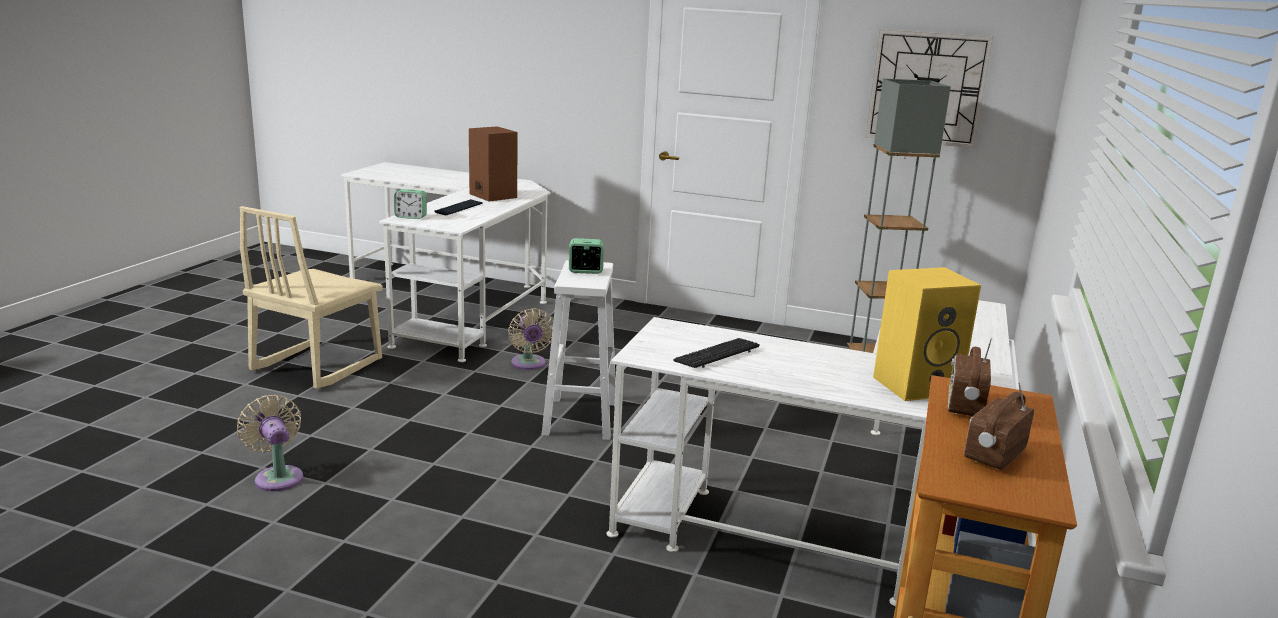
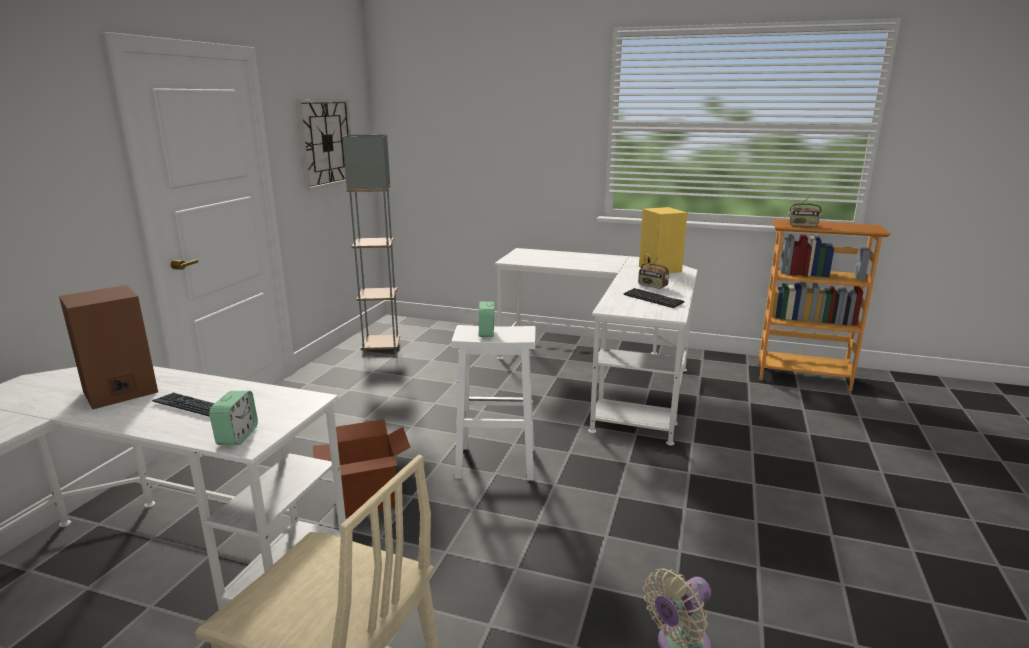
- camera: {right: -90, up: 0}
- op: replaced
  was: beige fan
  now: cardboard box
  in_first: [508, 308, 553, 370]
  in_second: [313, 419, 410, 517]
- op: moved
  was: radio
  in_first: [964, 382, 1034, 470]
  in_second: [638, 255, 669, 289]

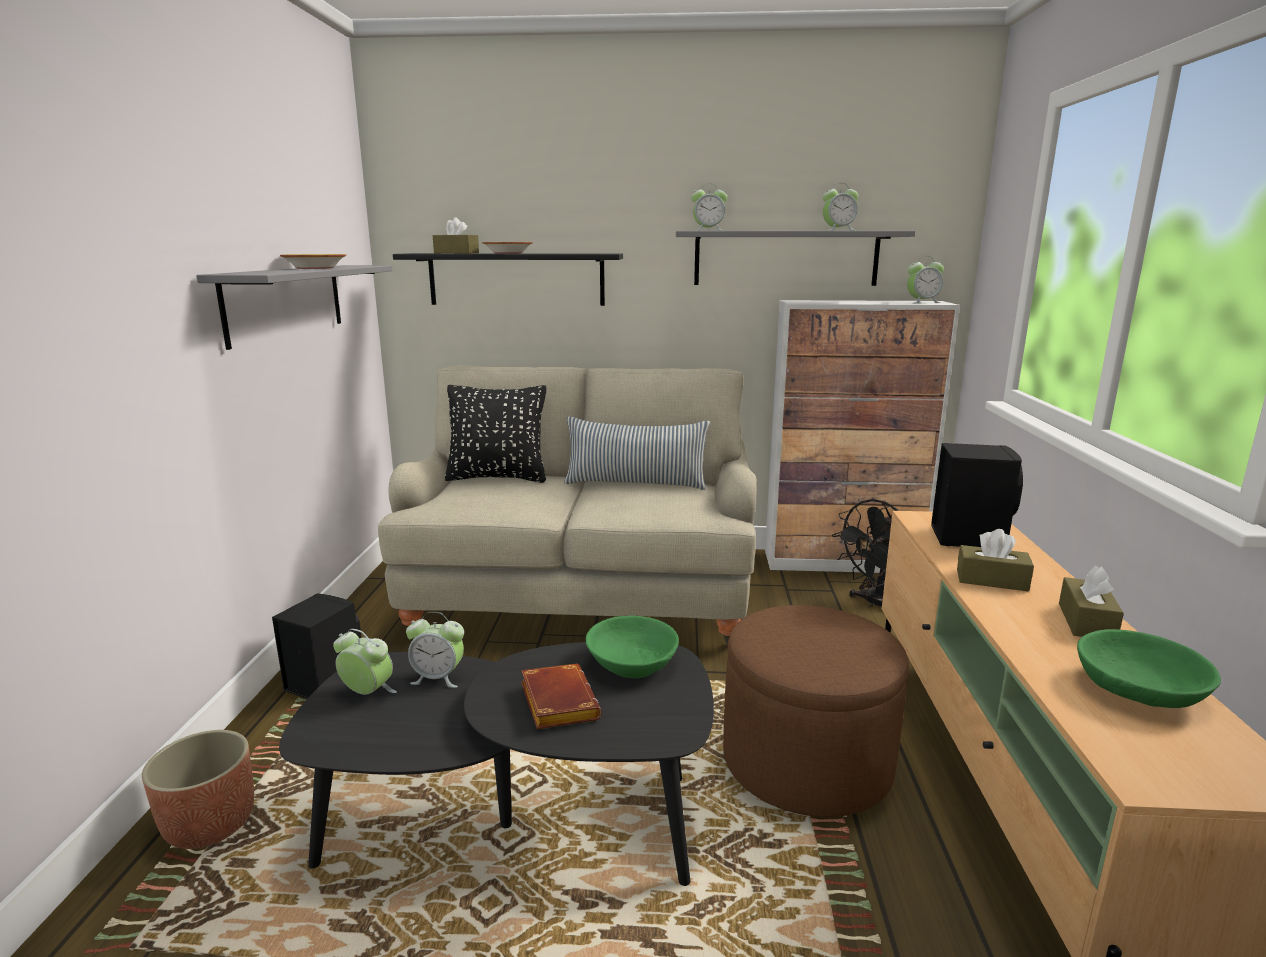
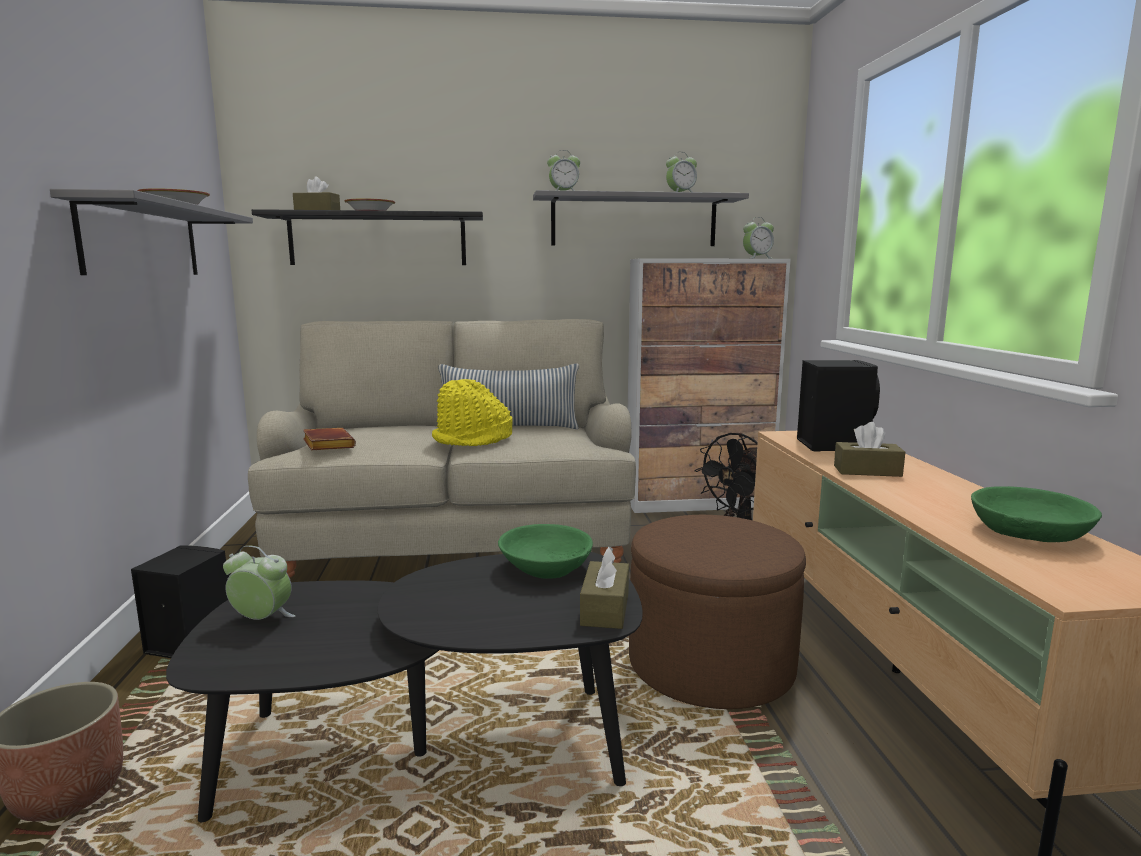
- camera: {right: -10, up: -5}
- op: removed
  was: alarm clock
  in_first: [406, 612, 464, 688]
- op: removed
  was: black pillow
  in_first: [445, 385, 546, 483]
- op: moved
  was: brown book
  in_first: [521, 664, 602, 729]
  in_second: [303, 428, 356, 450]
- op: moved
  was: brown tissue box
  in_first: [1059, 566, 1124, 637]
  in_second: [580, 547, 629, 629]
- op: added
  now: yellow hat
  in_second: [432, 379, 513, 446]

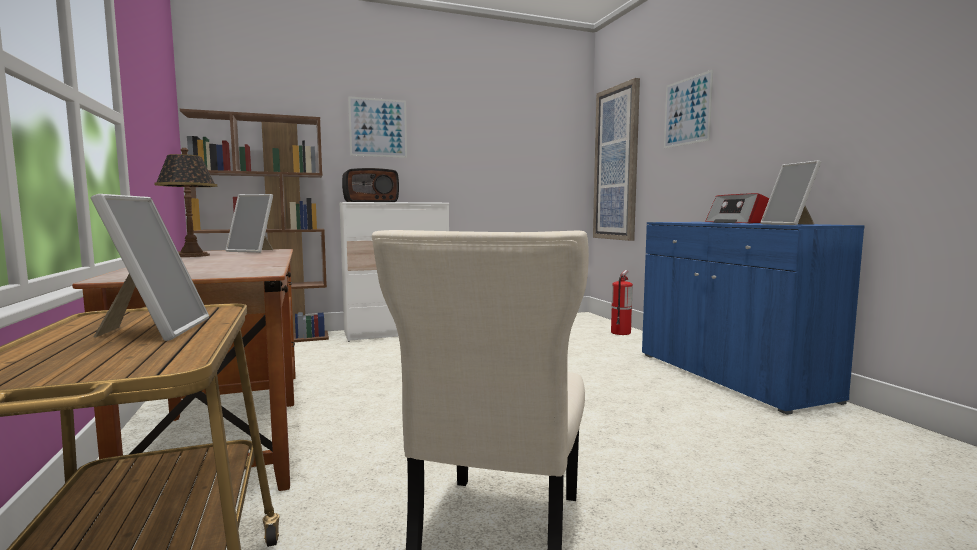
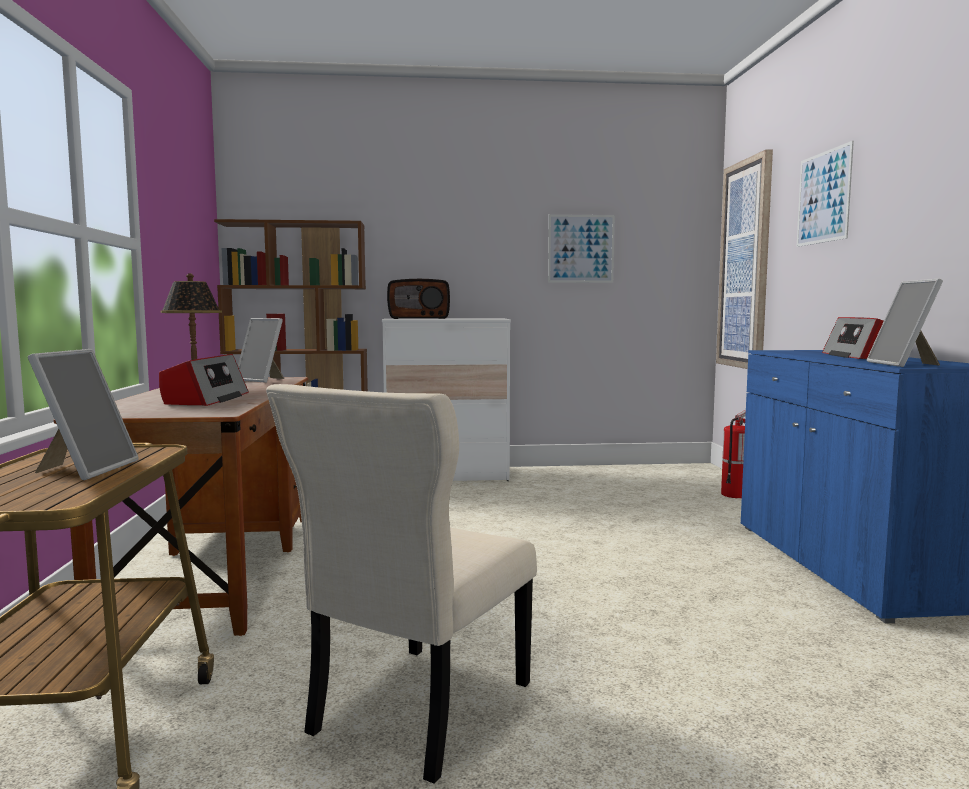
- camera: {right: 15, up: 0}
- op: moved
  was: picture
  in_first: [348, 96, 407, 158]
  in_second: [548, 214, 615, 283]
- op: added
  now: radio
  in_second: [159, 354, 249, 406]

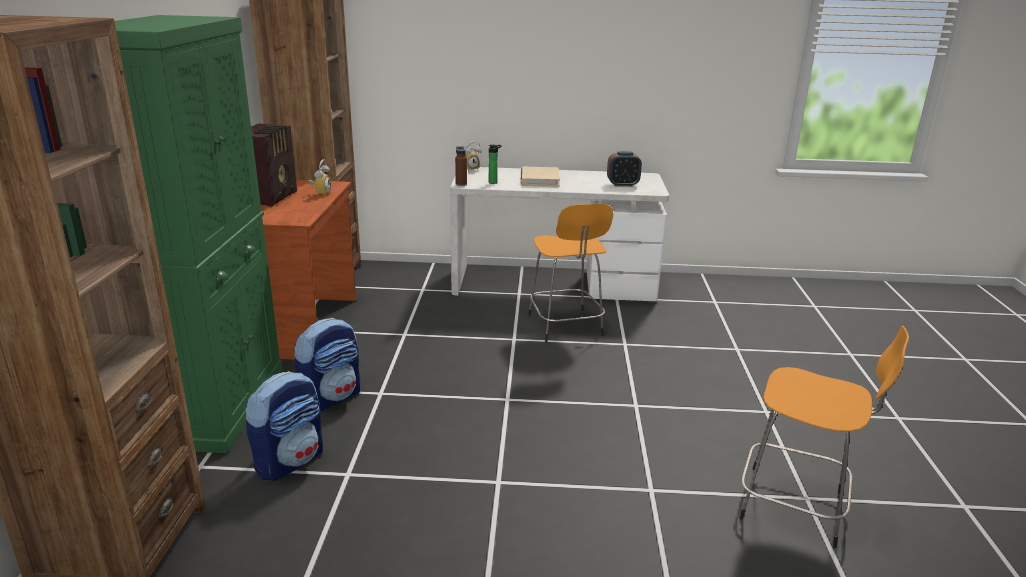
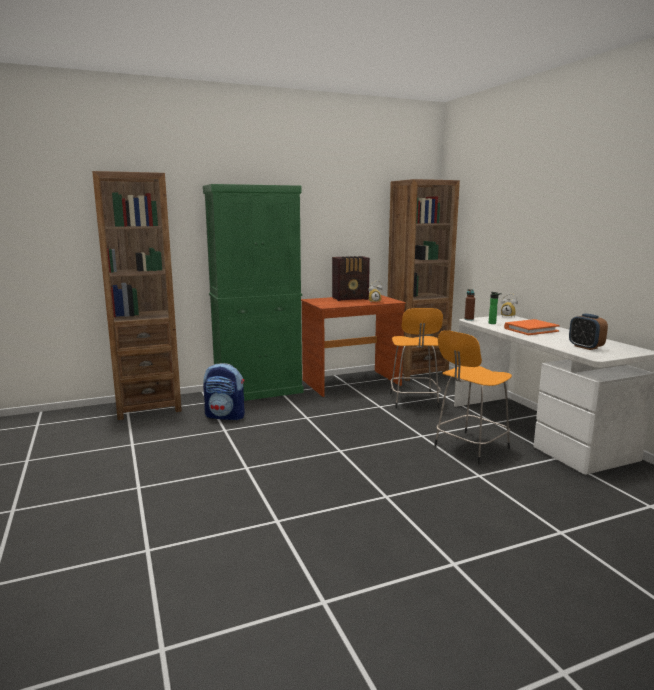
- camera: {right: 65, up: -10}
- op: removed
  was: backpack
  in_first: [294, 318, 360, 411]
- op: recoloured
  was: beige book
  now: orange book
  in_first: [520, 167, 560, 187]
  in_second: [504, 319, 560, 335]
- op: moved
  was: orange stool
  in_first: [739, 326, 909, 548]
  in_second: [390, 308, 443, 408]

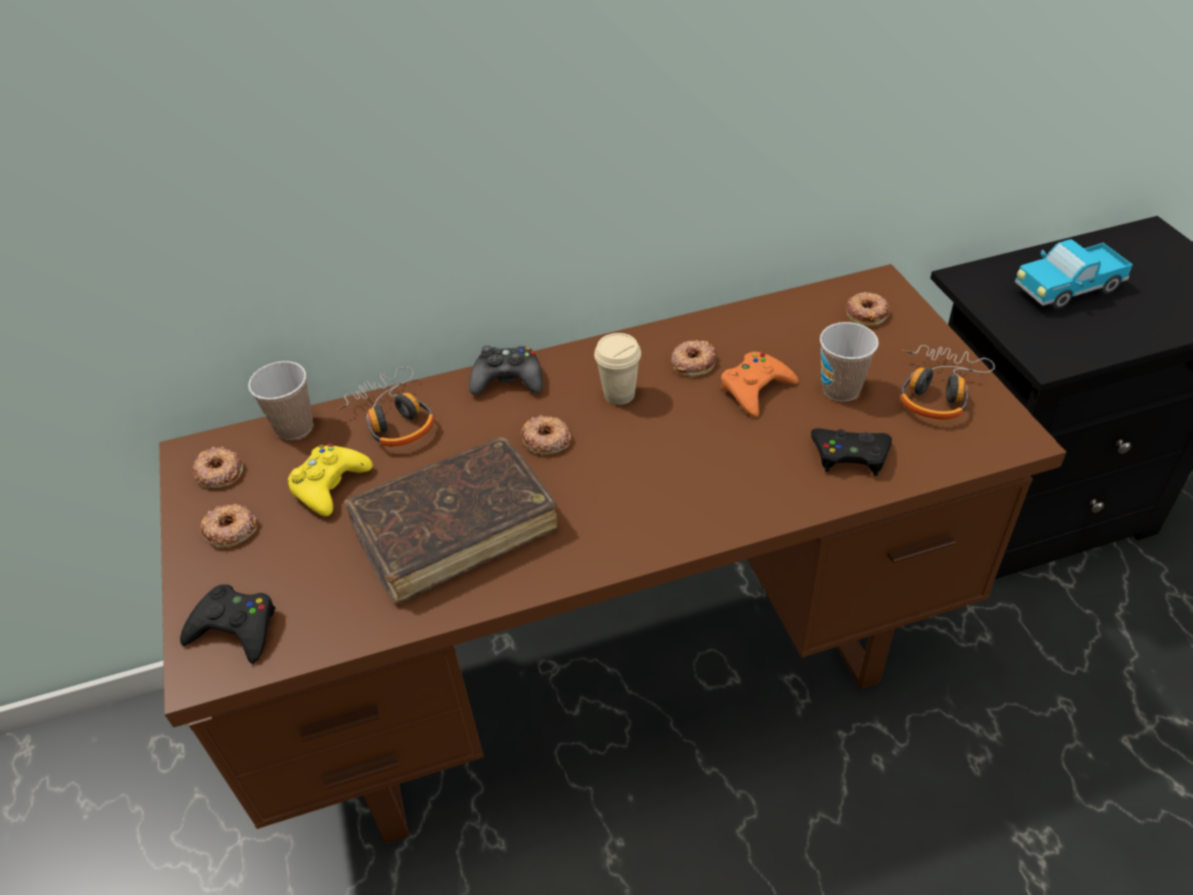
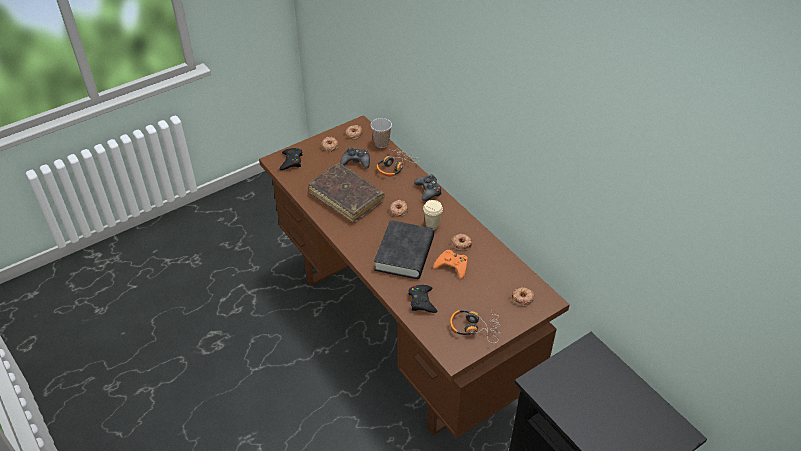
- camera: {right: 70, up: 0}
- op: recoloured
  was: yellow game controller
  now: black game controller
  in_first: [288, 444, 373, 516]
  in_second: [340, 147, 370, 169]
- op: removed
  was: cup
  in_first: [820, 322, 879, 402]
- op: removed
  was: toy truck
  in_first: [1015, 239, 1133, 309]
- op: added
  now: black book
  in_second: [374, 220, 434, 279]

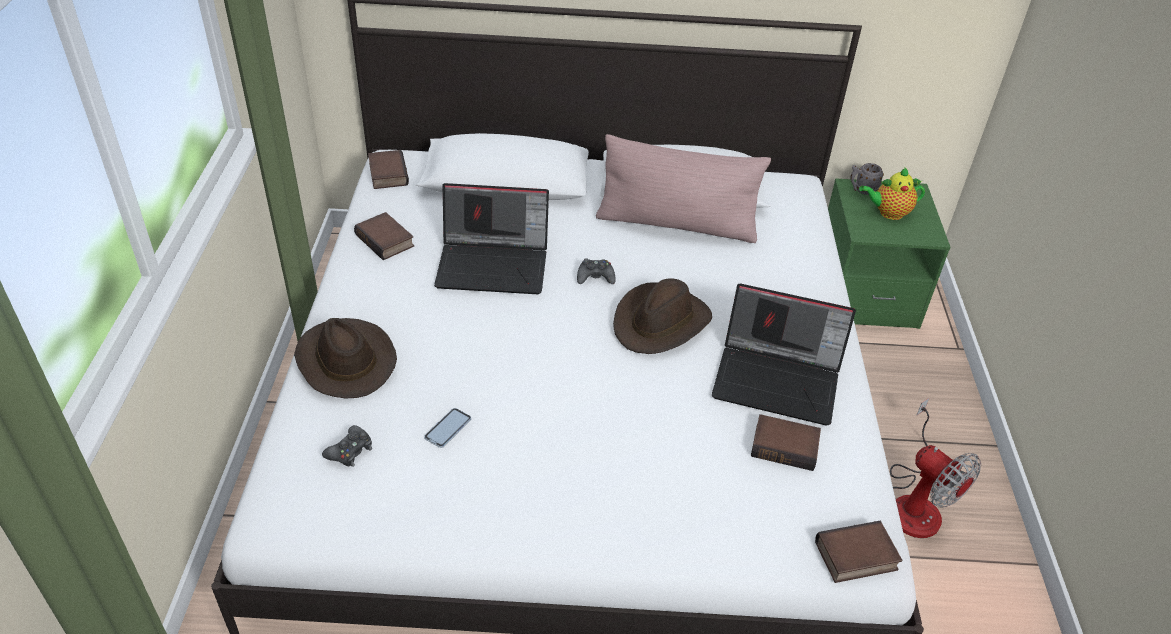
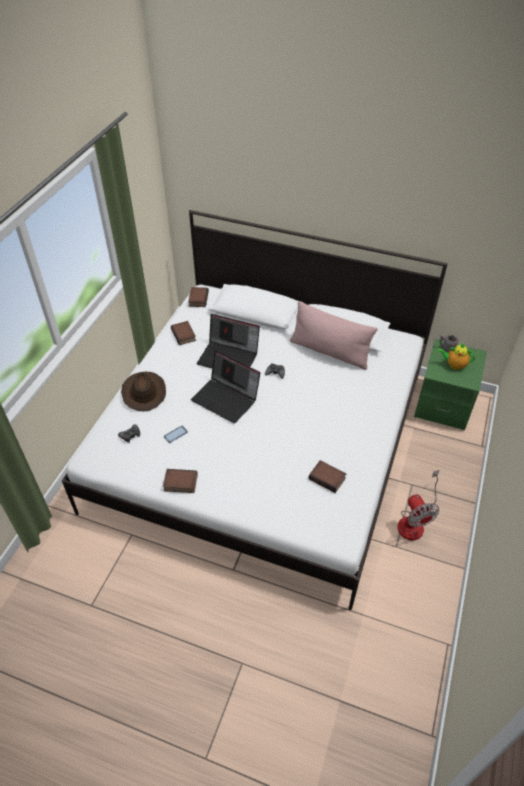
- camera: {right: 20, up: 5}
- op: removed
  was: brown hat
  in_first: [613, 278, 712, 354]
- op: moved
  was: laptop
  in_first: [712, 284, 856, 426]
  in_second: [191, 351, 260, 423]
- op: moved
  was: book
  in_first: [815, 521, 902, 583]
  in_second: [163, 469, 198, 493]

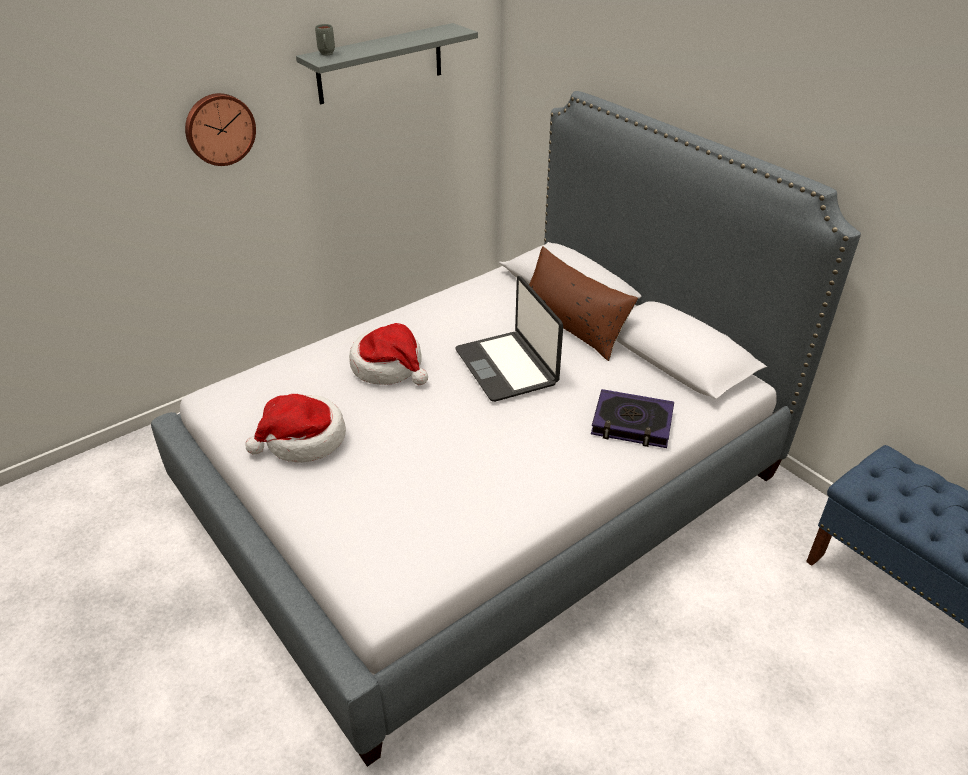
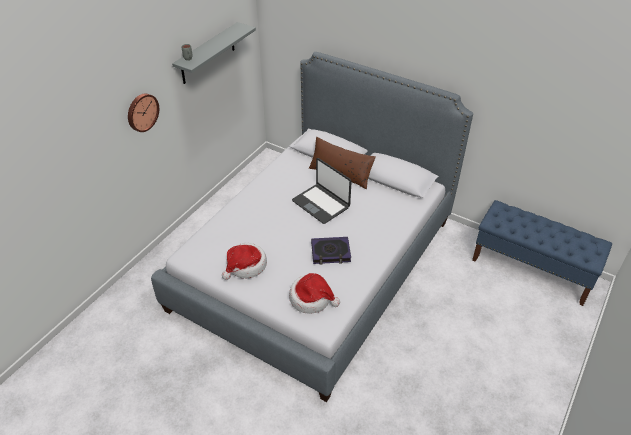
- camera: {right: -20, up: 5}
- op: moved
  was: hat
  in_first: [349, 323, 428, 385]
  in_second: [289, 273, 340, 314]
- op: moved
  was: book
  in_first: [591, 389, 674, 448]
  in_second: [311, 237, 351, 265]

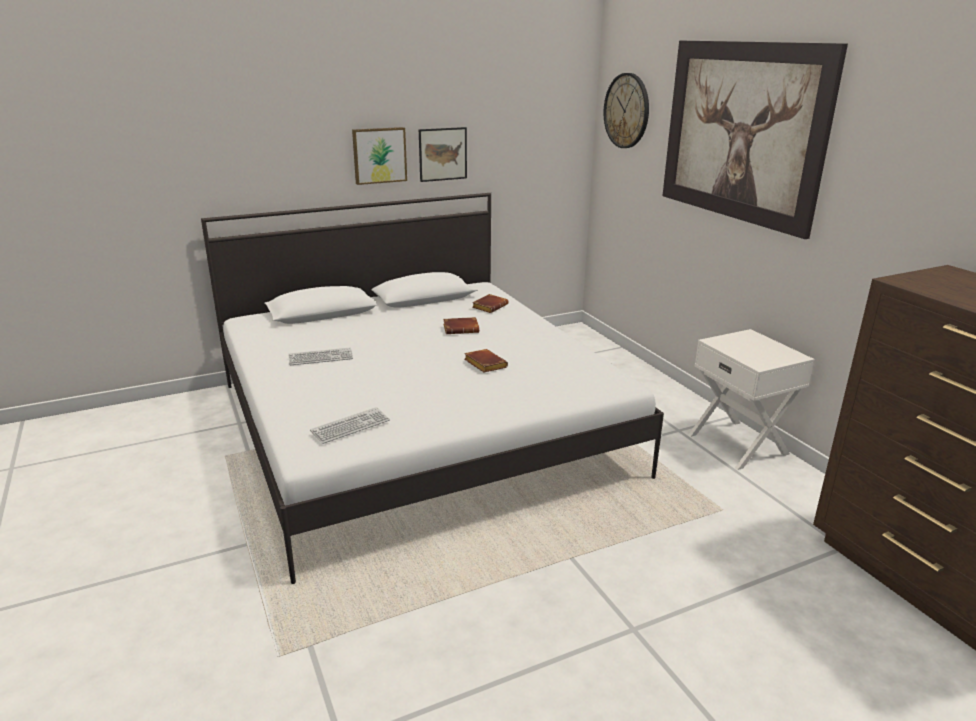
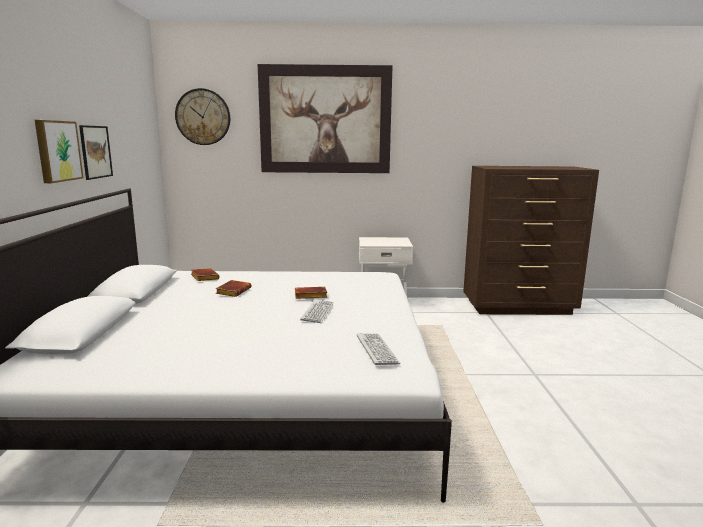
- camera: {right: -65, up: -10}
- op: moved
  was: keyboard
  in_first: [289, 347, 353, 365]
  in_second: [300, 299, 334, 323]

